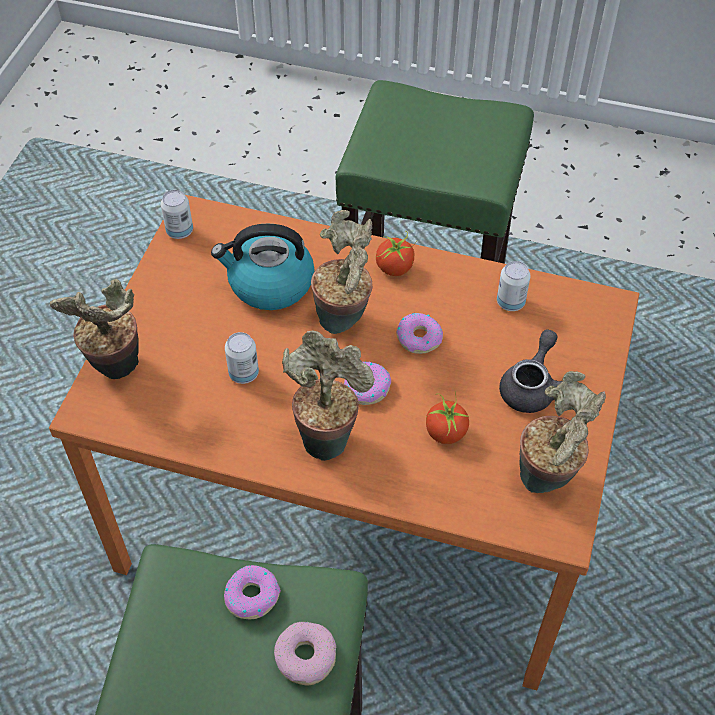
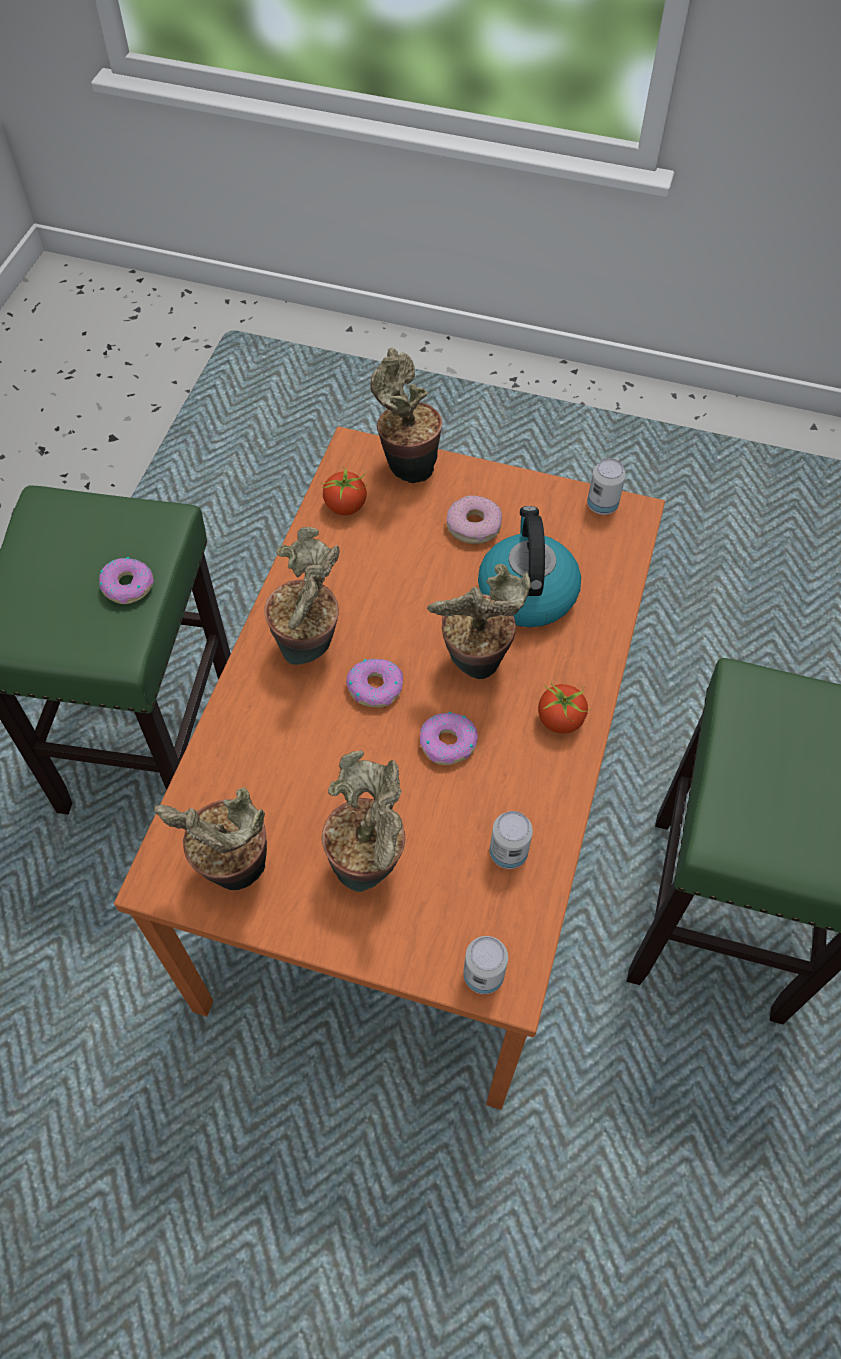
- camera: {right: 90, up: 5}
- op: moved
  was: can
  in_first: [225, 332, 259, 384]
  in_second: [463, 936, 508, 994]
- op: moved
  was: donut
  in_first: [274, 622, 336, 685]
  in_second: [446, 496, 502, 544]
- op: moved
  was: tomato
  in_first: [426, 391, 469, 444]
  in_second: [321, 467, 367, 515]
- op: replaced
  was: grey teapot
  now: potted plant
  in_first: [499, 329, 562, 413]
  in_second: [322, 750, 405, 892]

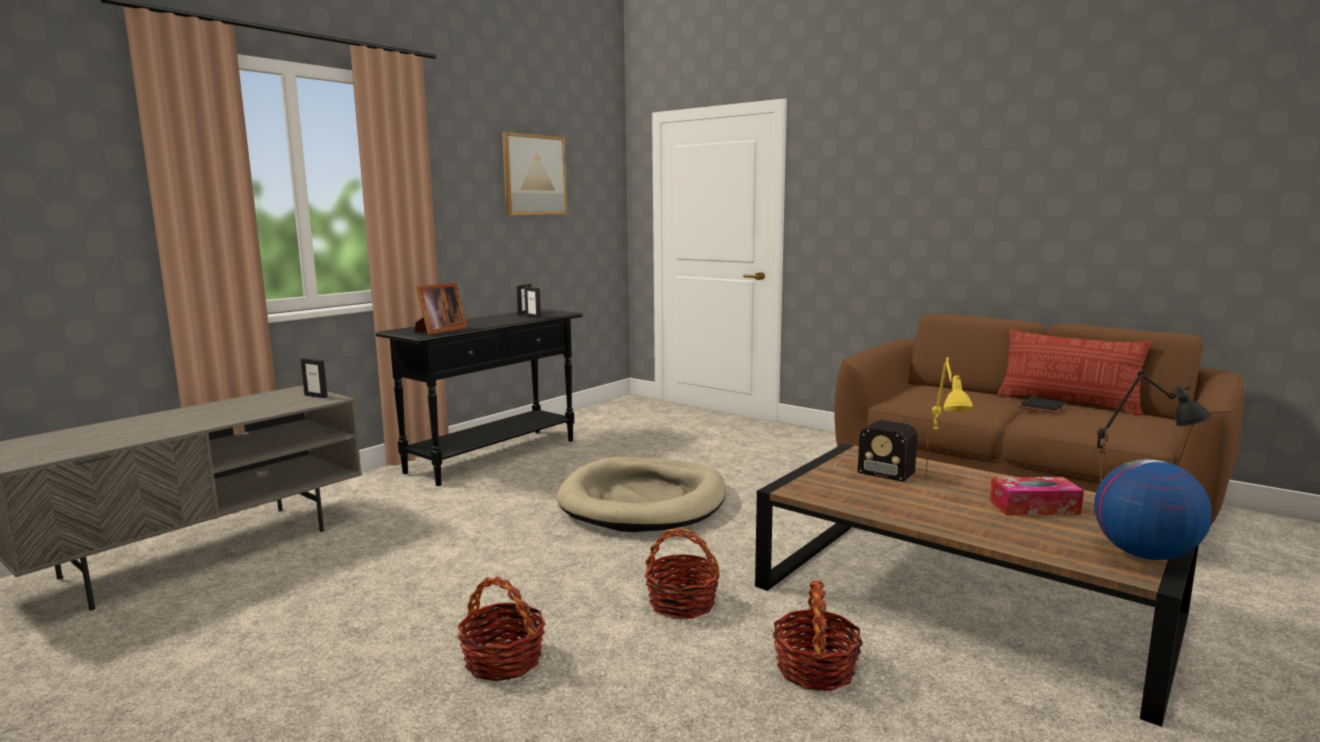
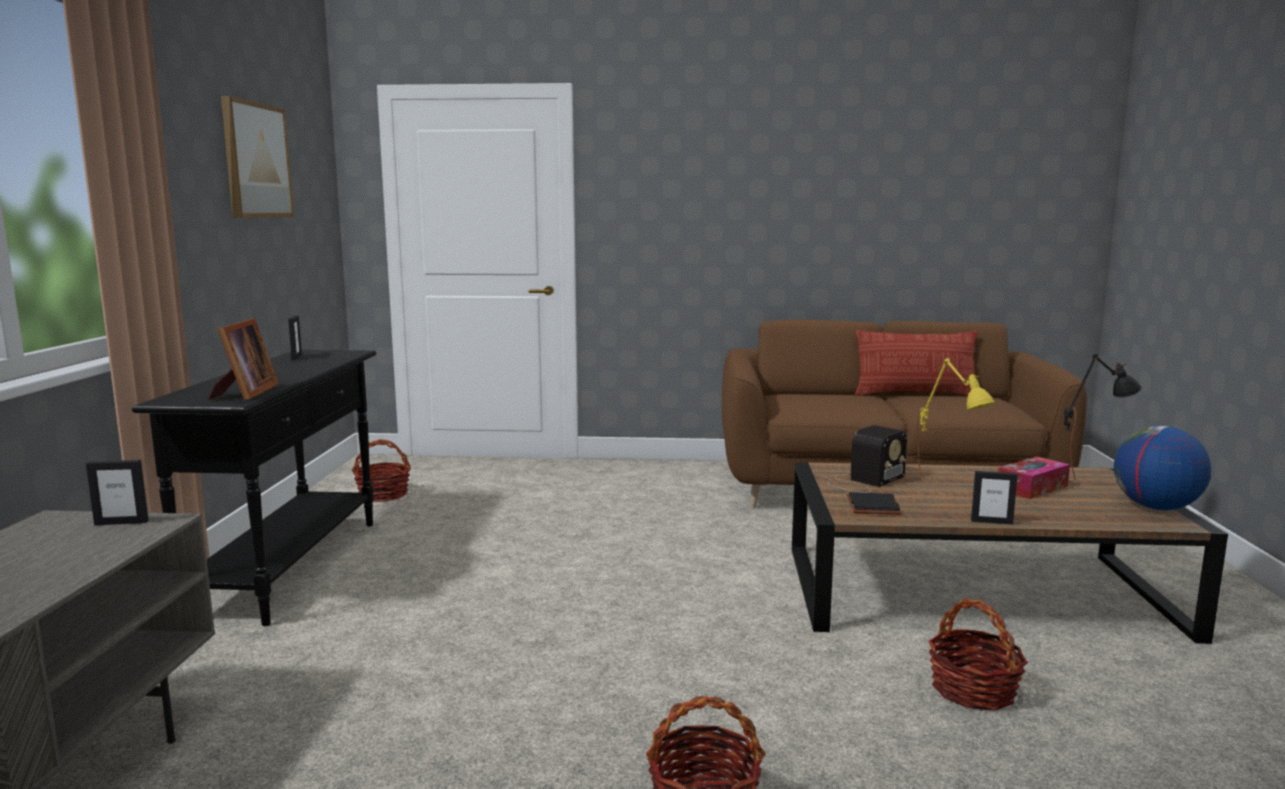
- camera: {right: -35, up: 0}
- op: moved
  was: picture frame
  in_first: [524, 287, 541, 318]
  in_second: [971, 471, 1018, 524]
- op: removed
  was: beige dog bed
  in_first: [557, 457, 726, 532]
- op: moved
  was: basket
  in_first: [645, 528, 720, 619]
  in_second: [352, 439, 411, 502]
- op: turned
  was: radio
  in_first: [834, 420, 917, 482]
  in_second: [823, 425, 907, 493]
  clockwise: -45
- op: moved
  was: black book
  in_first: [1019, 397, 1068, 414]
  in_second: [846, 492, 902, 515]

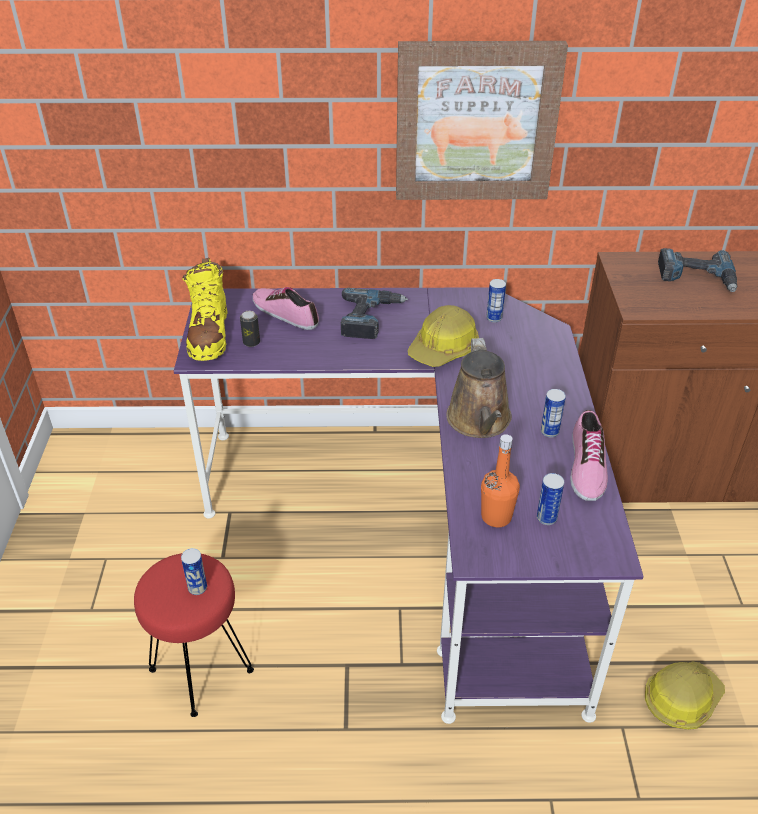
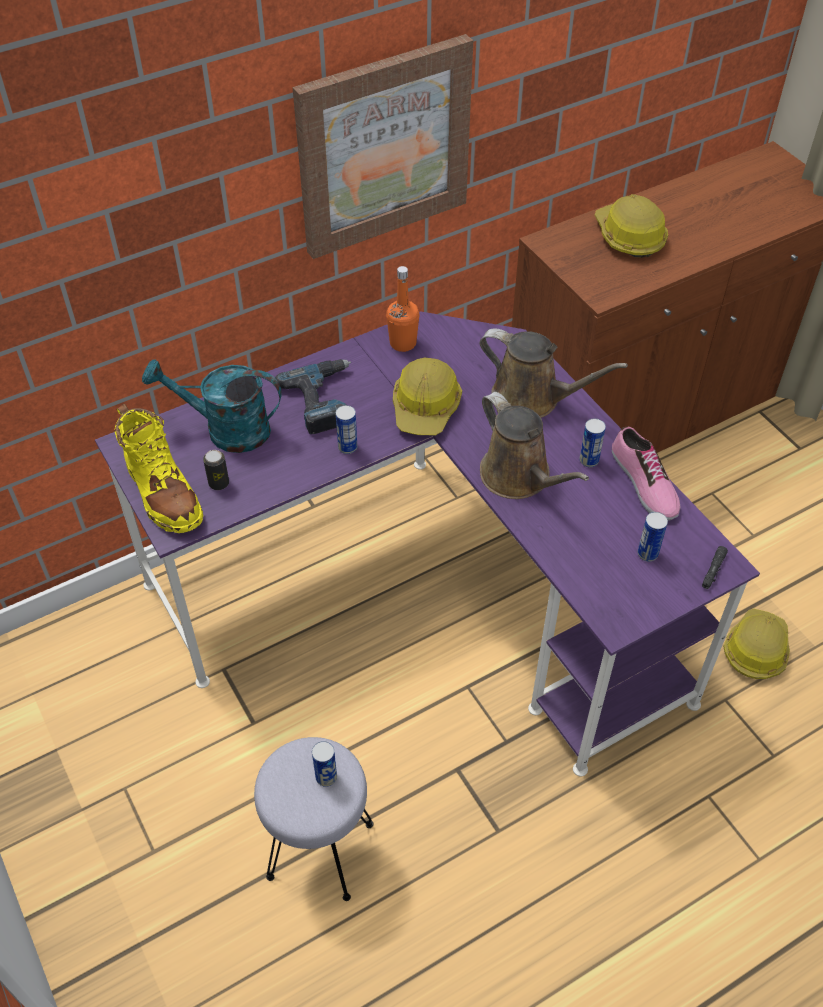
- camera: {right: -30, up: 10}
- op: recoloured
  was: red stool
  now: grey stool
  in_first: [134, 553, 254, 717]
  in_second: [254, 737, 373, 901]
- op: replaced
  was: shoe
  now: turquoise watering can
  in_first: [253, 287, 319, 330]
  in_second: [142, 359, 282, 453]
- op: moved
  was: orange bottle
  in_first: [481, 434, 520, 527]
  in_second: [386, 266, 419, 352]
- op: moved
  was: can
  in_first: [486, 279, 506, 323]
  in_second: [336, 405, 357, 454]
- op: replaced
  was: power drill
  now: hard hat
  in_first: [658, 248, 737, 292]
  in_second: [595, 194, 668, 258]
- op: added
  now: brown watering can
  in_second: [480, 328, 628, 418]
- op: added
  now: black flashlight
  in_second: [702, 546, 728, 589]

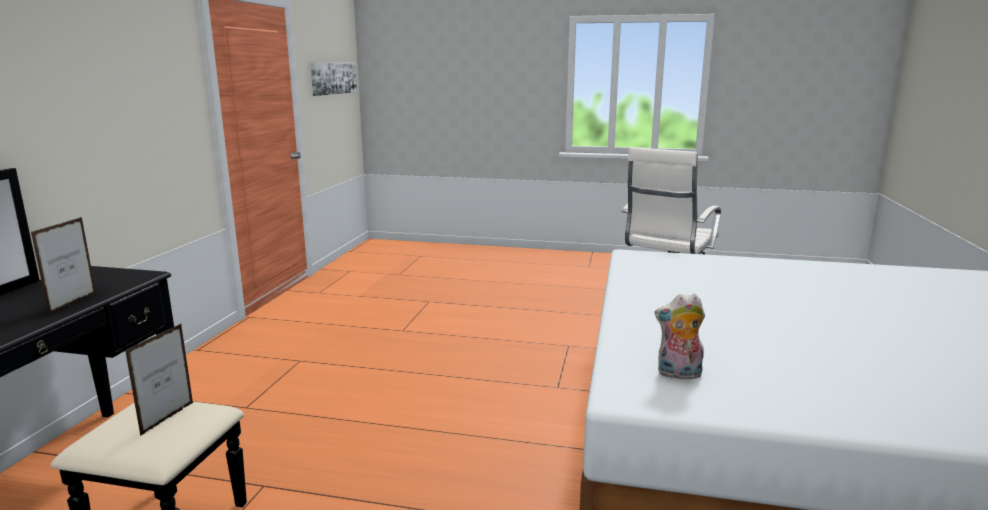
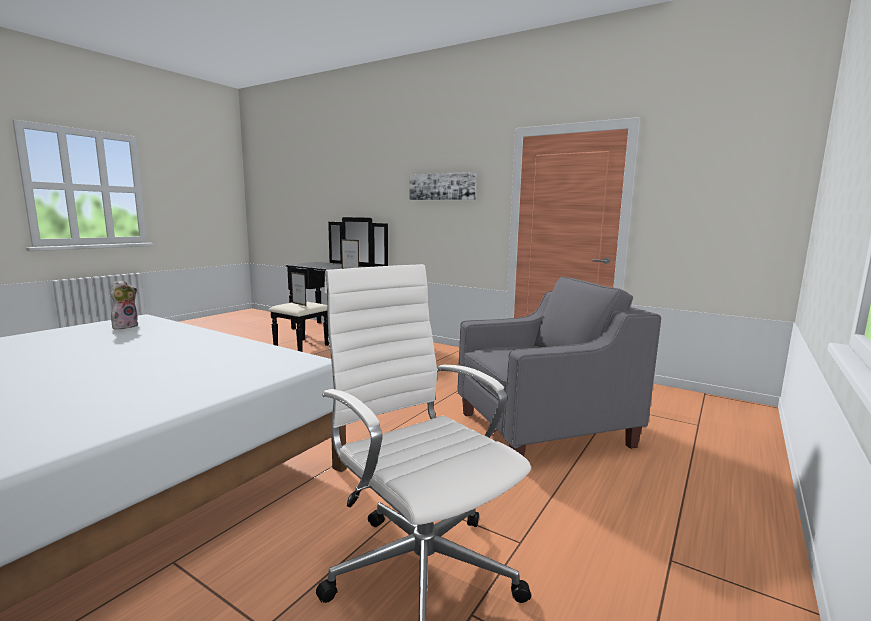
- camera: {right: 110, up: -5}
- op: moved
  was: picture
  in_first: [310, 63, 357, 96]
  in_second: [409, 172, 477, 200]
- op: added
  now: grey armchair
  in_second: [457, 277, 661, 456]

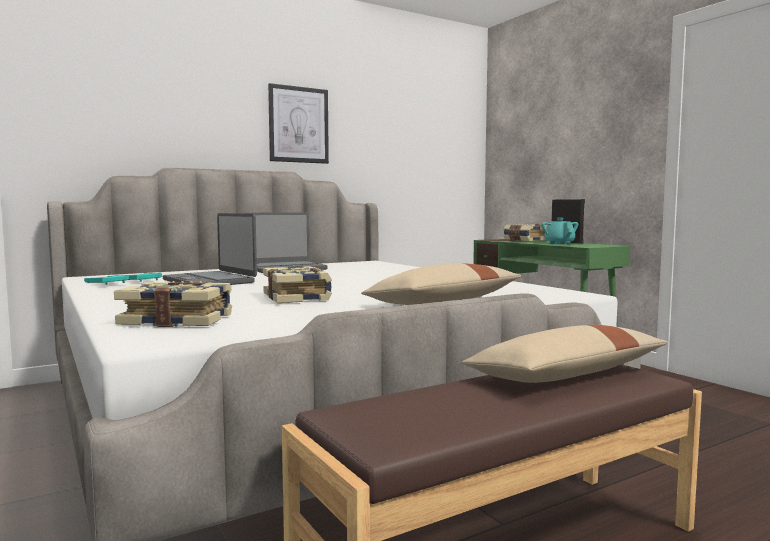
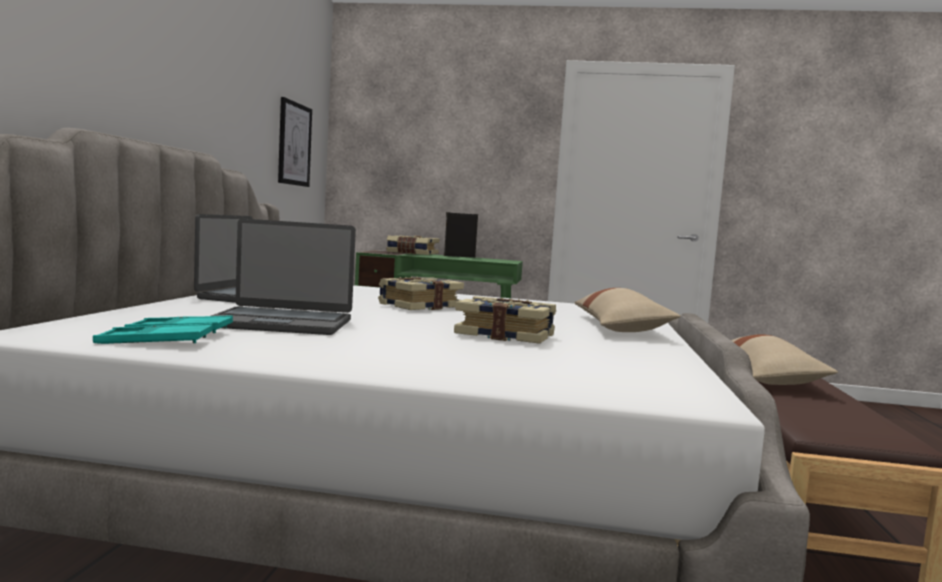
- camera: {right: -50, up: 0}
- op: moved
  was: book
  in_first: [114, 281, 232, 327]
  in_second: [378, 277, 464, 310]
- op: moved
  was: picture
  in_first: [268, 83, 329, 164]
  in_second: [278, 97, 312, 187]
- op: removed
  was: turquoise teapot
  in_first: [541, 218, 578, 245]

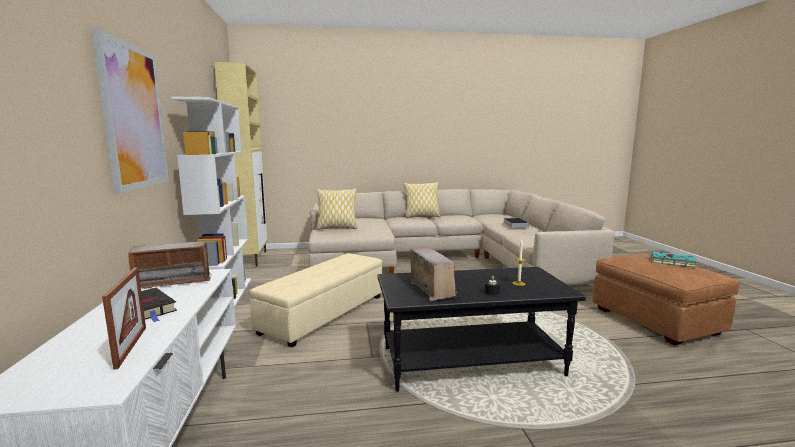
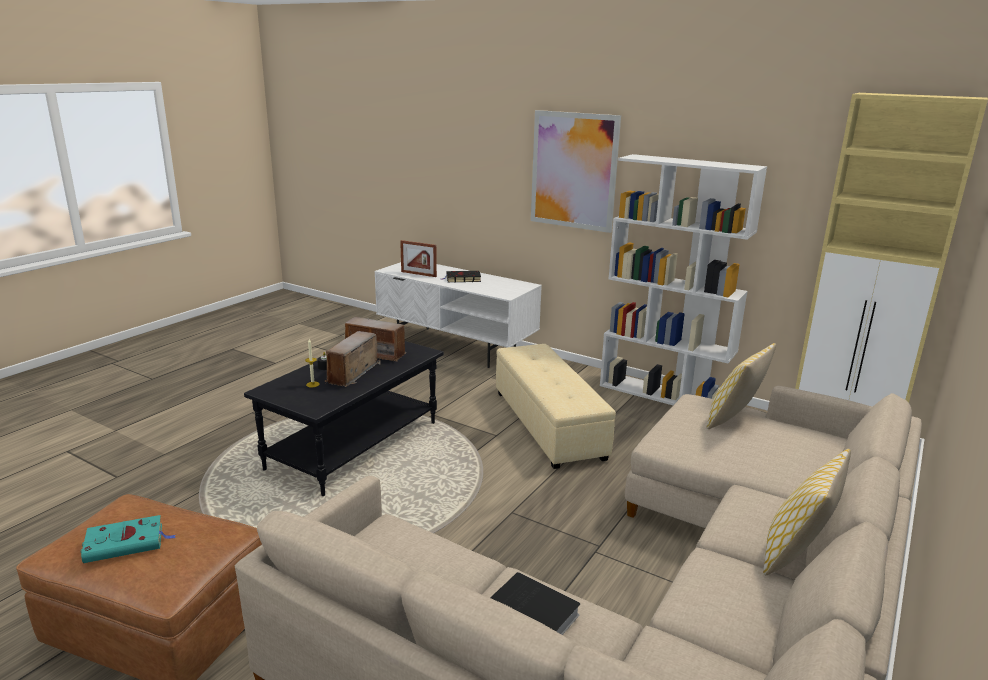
- camera: {right: 130, up: 10}
- op: moved
  was: radio
  in_first: [129, 241, 212, 289]
  in_second: [325, 331, 381, 387]

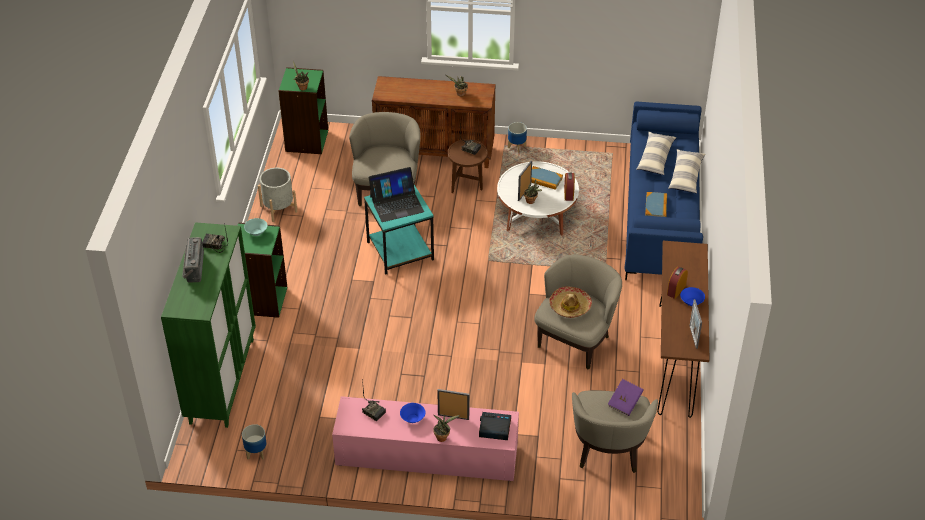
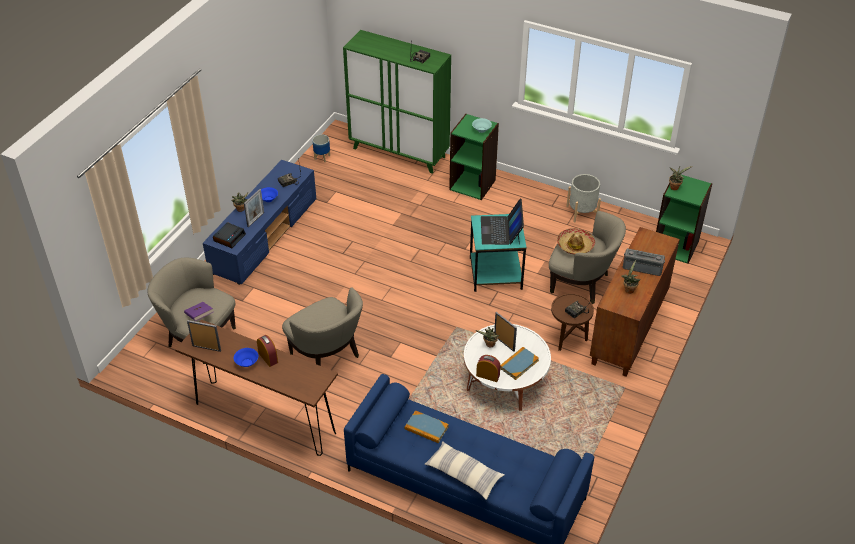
- camera: {right: 110, up: 0}
- op: moved
  was: radio
  in_first: [182, 237, 204, 283]
  in_second: [623, 248, 665, 276]
- op: recoloured
  was: pink tv stand
  now: blue tv stand
  in_first: [332, 396, 519, 481]
  in_second: [203, 160, 316, 285]
- op: removed
  was: planter
  in_first: [508, 122, 527, 153]
- op: moved
  was: hat
  in_first: [549, 286, 592, 318]
  in_second: [557, 228, 595, 255]
- op: removed
  was: pillow
  in_first: [636, 132, 677, 175]

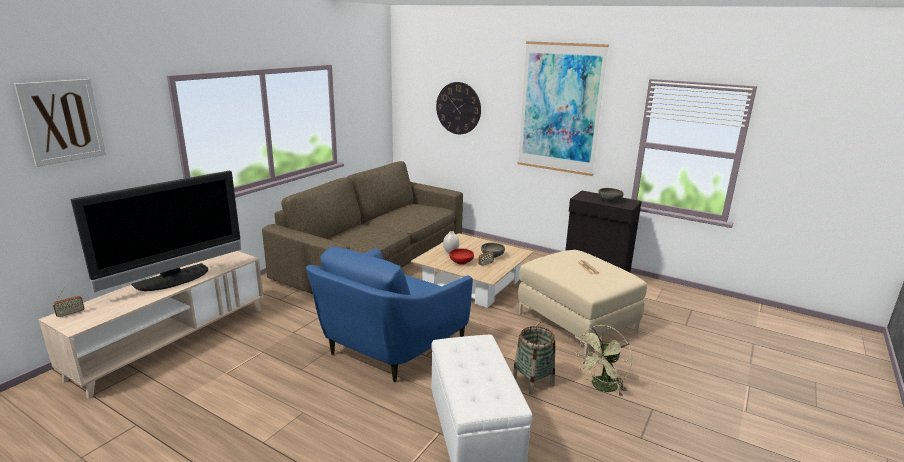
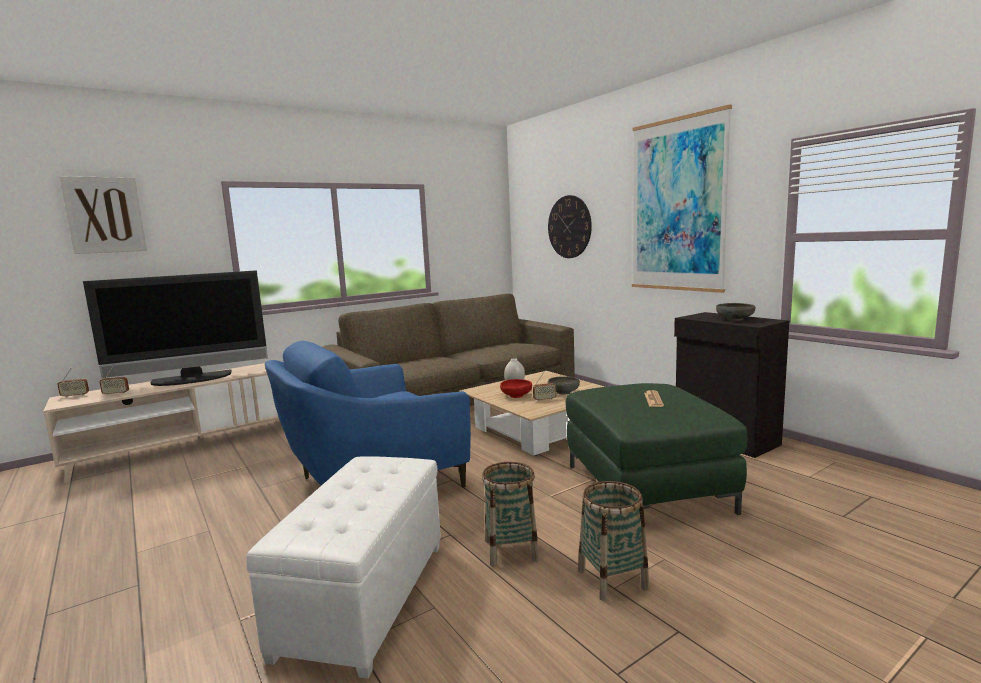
- camera: {right: 25, up: -10}
- op: recoloured
  was: beige ottoman
  now: green ottoman
  in_first: [518, 250, 647, 357]
  in_second: [566, 383, 747, 515]
- op: replaced
  was: green fan
  now: basket
  in_first: [575, 325, 632, 397]
  in_second: [578, 481, 649, 601]
- op: added
  now: radio
  in_second: [100, 366, 129, 395]

